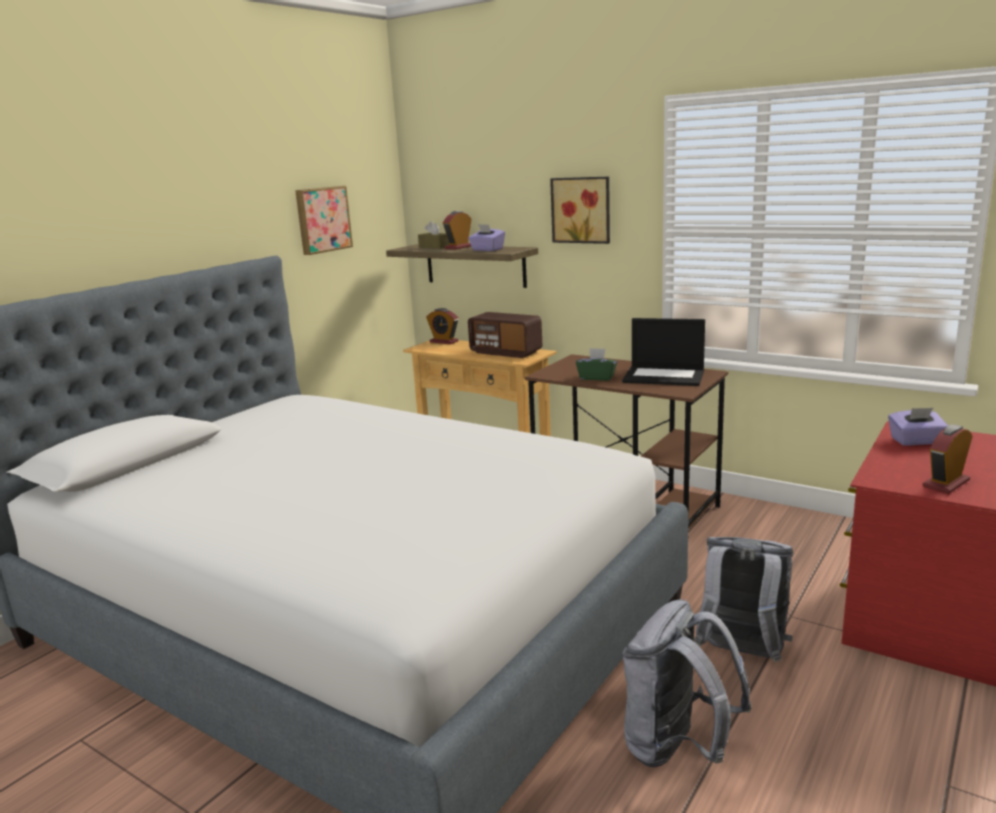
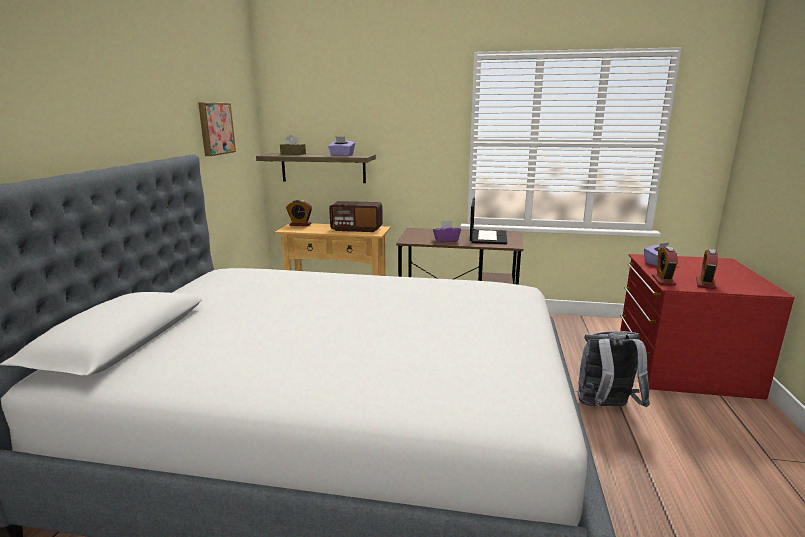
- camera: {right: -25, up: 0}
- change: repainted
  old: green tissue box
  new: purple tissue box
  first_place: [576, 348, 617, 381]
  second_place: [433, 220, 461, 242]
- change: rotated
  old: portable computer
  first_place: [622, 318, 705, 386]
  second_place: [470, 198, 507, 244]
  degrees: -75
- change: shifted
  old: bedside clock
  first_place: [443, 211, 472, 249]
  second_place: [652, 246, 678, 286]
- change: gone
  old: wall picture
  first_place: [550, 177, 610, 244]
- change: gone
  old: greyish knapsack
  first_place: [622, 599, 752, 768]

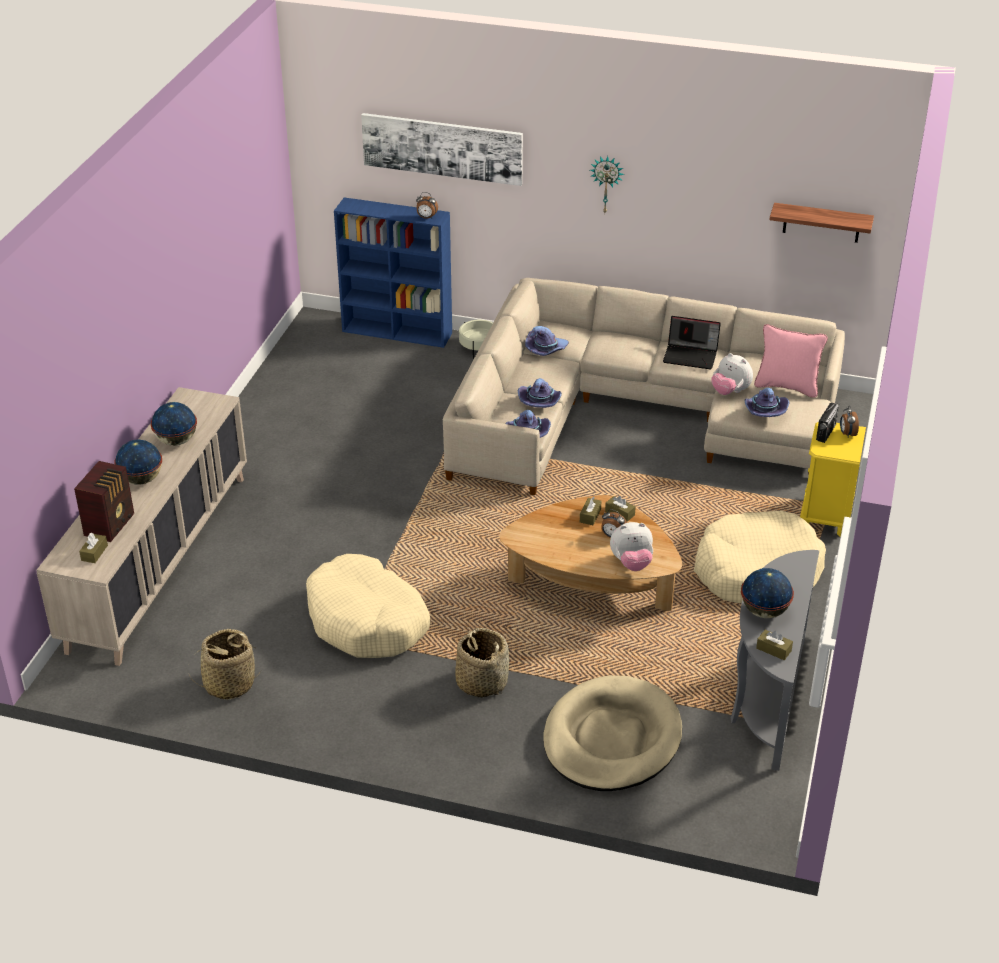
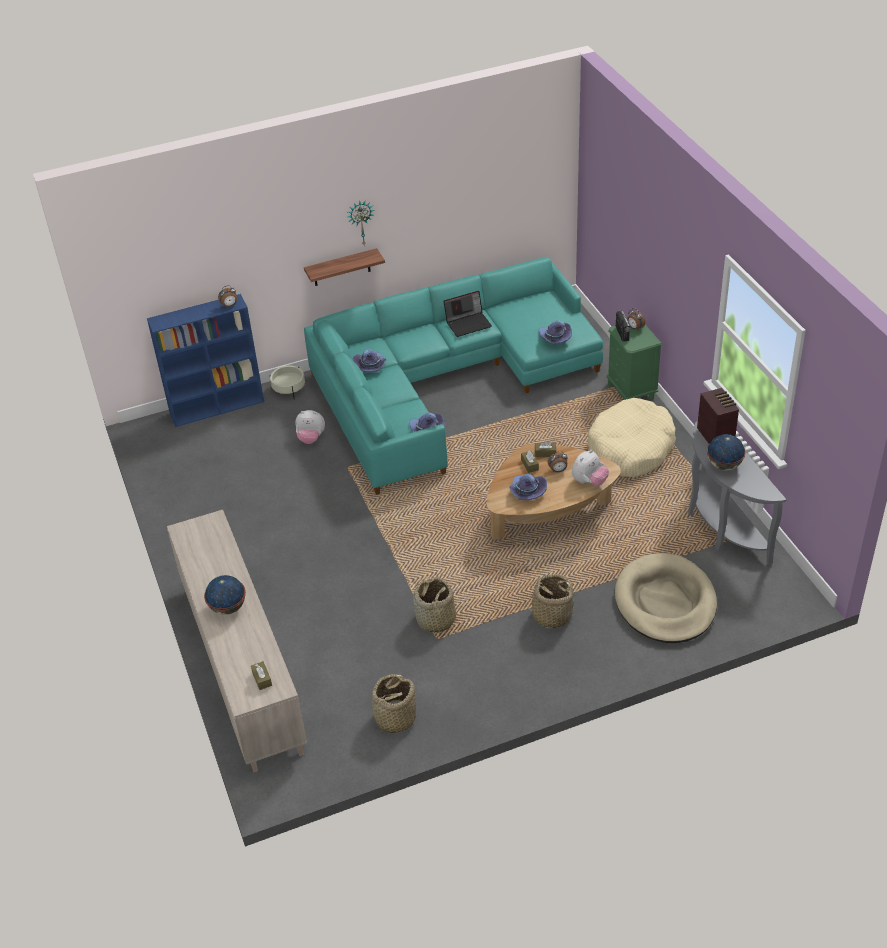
- camera: {right: -35, up: 5}
- change: shifted
  old: plush toy
  first_place: [712, 353, 753, 395]
  second_place: [295, 410, 325, 444]
- change: shifted
  old: bracket shelf
  first_place: [769, 203, 874, 243]
  second_place: [304, 248, 385, 286]
- change: repainted
  old: beige-coloured couch
  new: blue-green couch
  first_place: [443, 278, 845, 495]
  second_place: [304, 257, 603, 495]
- change: swapped
  old: beige-coloured dog cushion
  new: household basket
  first_place: [306, 554, 430, 658]
  second_place: [413, 577, 456, 634]
- change: shifted
  old: purple wearable hat
  first_place: [518, 378, 562, 408]
  second_place: [509, 474, 547, 500]
- change: repainted
  old: yellow-coloured bedside table
  new: green bedside table
  first_place: [800, 422, 866, 537]
  second_place: [606, 325, 662, 400]
- change: shifted
  old: radio
  first_place: [74, 461, 134, 542]
  second_place: [697, 388, 739, 444]
- change: gone
  old: world globe
  first_place: [151, 402, 197, 446]
- change: gone
  old: wall picture
  first_place: [361, 113, 523, 186]
- change: gone
  old: pink-coloured cushion
  first_place: [754, 324, 828, 398]
- change: gone
  old: brownish tissue box
  first_place: [756, 630, 793, 660]

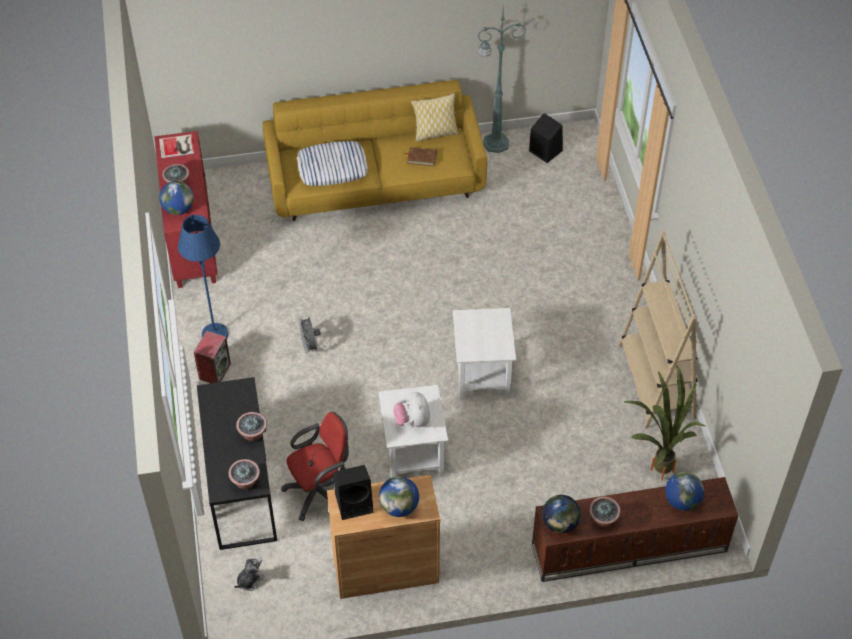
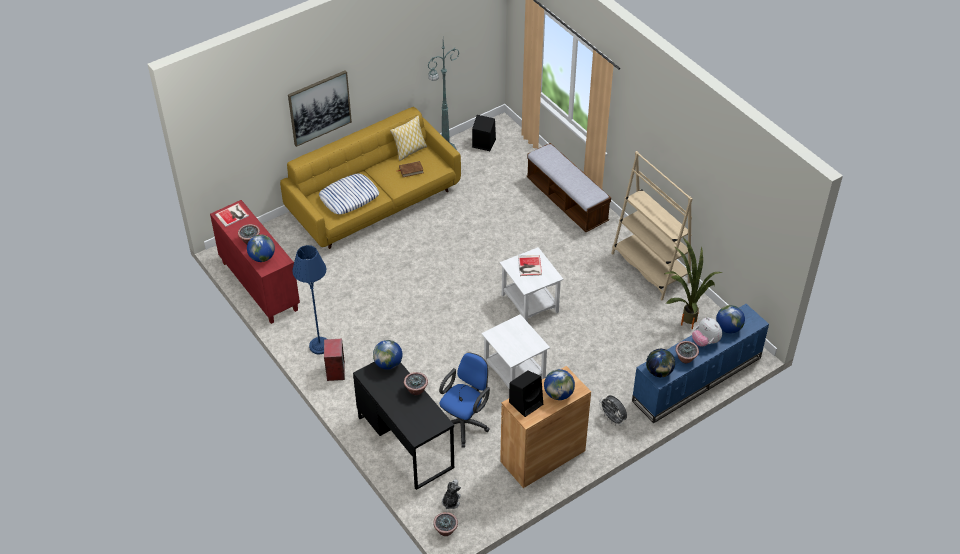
- camera: {right: -25, up: -5}
- change: new
  new: wall picture
  second_place: [288, 70, 352, 147]
- change: new
  new: world globe
  second_place: [373, 340, 402, 370]
- change: shifted
  old: plant in a pot
  first_place: [228, 459, 260, 489]
  second_place: [433, 512, 458, 536]
- change: repainted
  old: reddish desk chair
  new: bluish desk chair
  first_place: [281, 412, 349, 521]
  second_place: [439, 352, 490, 448]
- change: new
  new: bound book
  second_place: [518, 255, 542, 276]
- change: new
  new: bench
  second_place: [527, 143, 611, 232]
- change: shifted
  old: greyish cooling fan
  first_place: [298, 316, 321, 355]
  second_place: [599, 395, 627, 426]
- change: repainted
  old: brownish tv unit
  new: bluish tv unit
  first_place: [532, 477, 739, 582]
  second_place: [632, 304, 769, 423]
- change: shifted
  old: plush toy
  first_place: [394, 392, 430, 427]
  second_place: [692, 317, 722, 346]

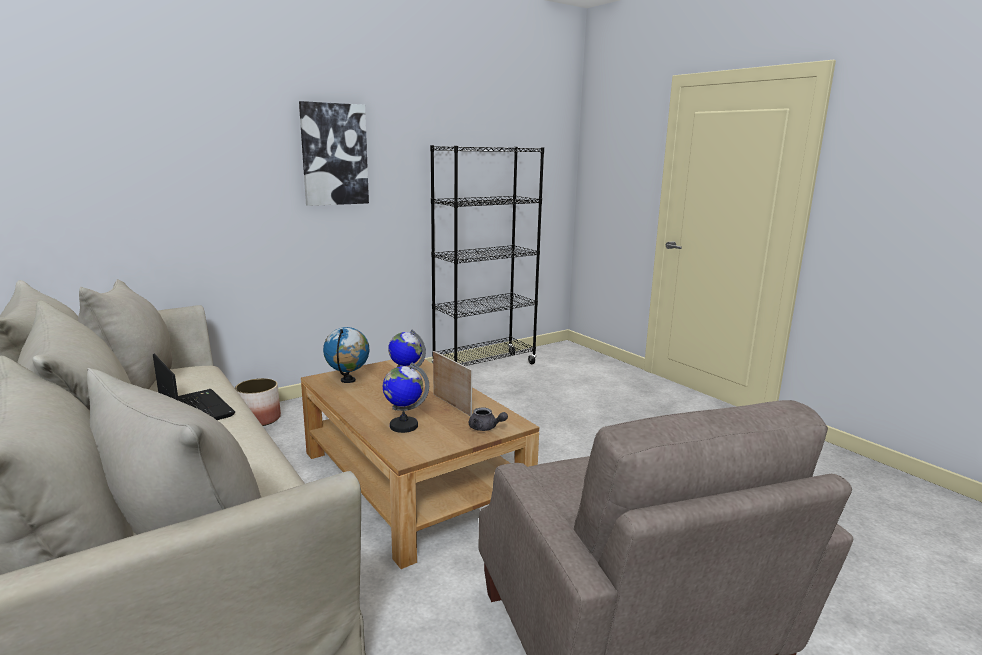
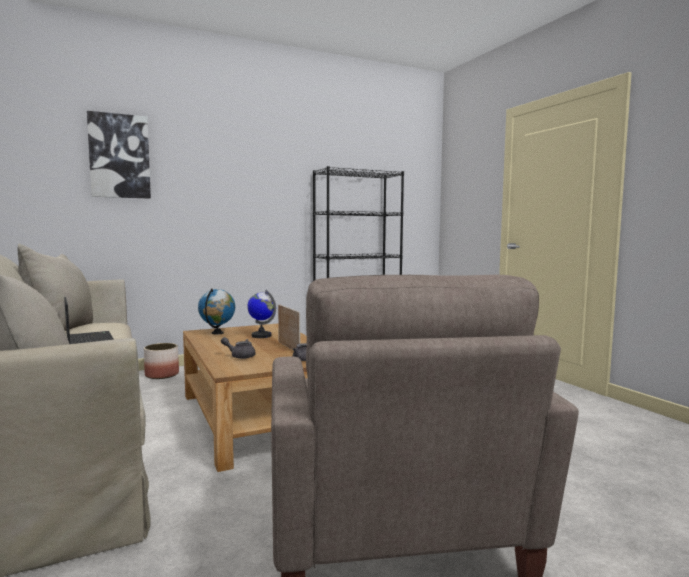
- camera: {right: 10, up: -10}
- change: shifted
  old: wall picture
  first_place: [299, 101, 369, 206]
  second_place: [87, 111, 151, 199]
- change: swapped
  old: world globe
  new: greyish tea pot
  first_place: [383, 363, 429, 433]
  second_place: [221, 337, 256, 359]

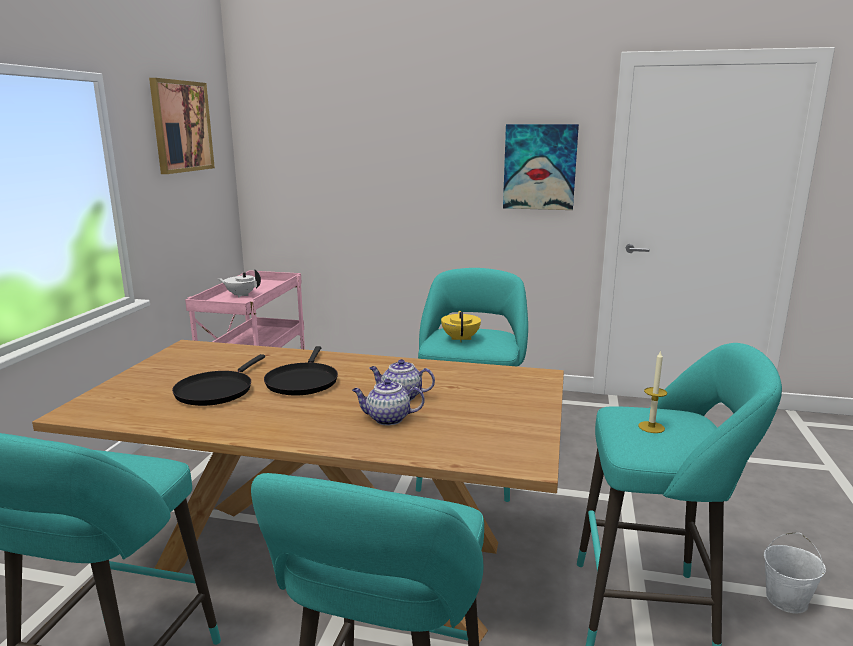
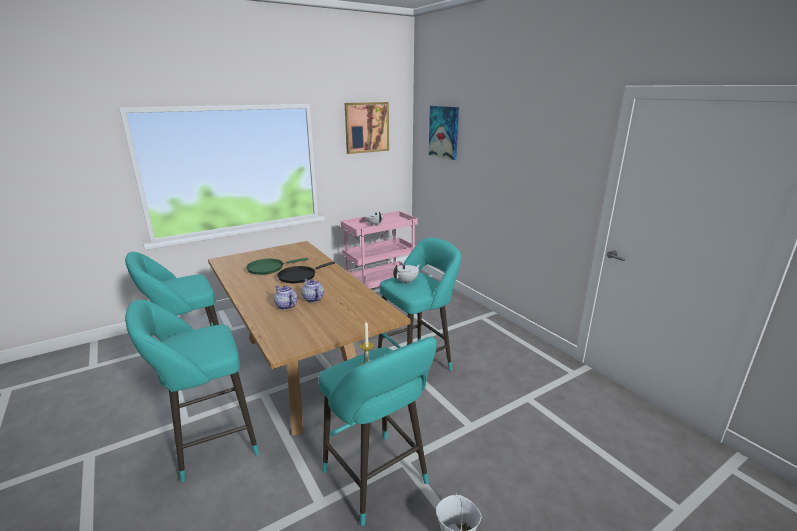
- camera: {right: 45, up: 5}
- change: repainted
  old: black-coloured skillet
  new: green skillet
  first_place: [172, 354, 265, 406]
  second_place: [246, 258, 308, 275]
- change: repainted
  old: yellow-coloured tea pot
  new: white tea pot
  first_place: [441, 311, 481, 342]
  second_place: [393, 264, 420, 284]
- change: shifted
  old: wall picture
  first_place: [503, 124, 579, 210]
  second_place: [429, 106, 459, 160]

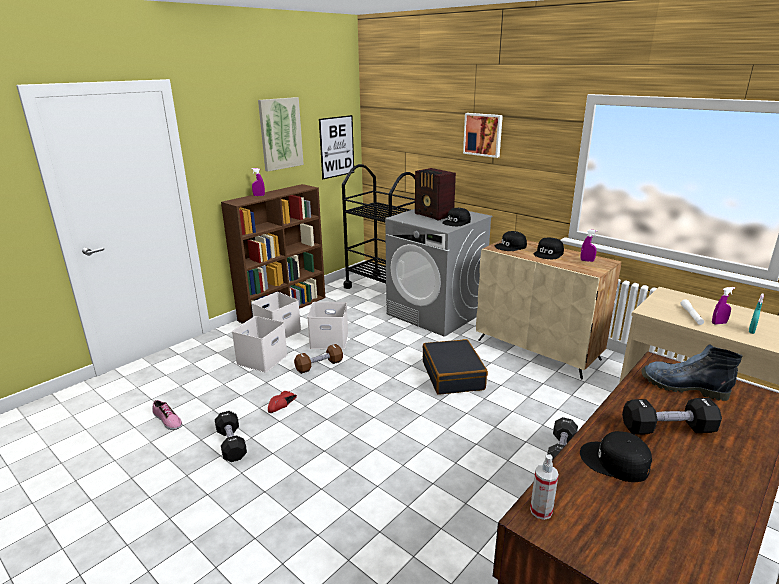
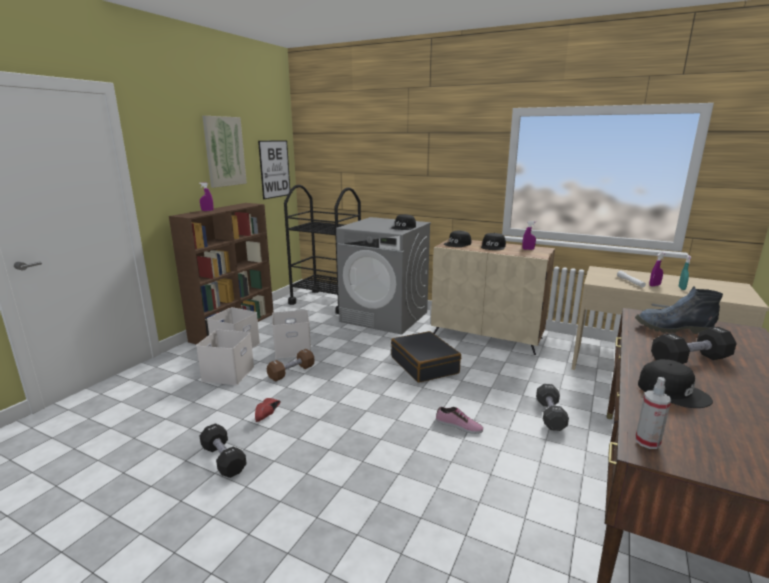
- camera: {right: -15, up: -5}
- change: shifted
  old: item of footwear
  first_place: [152, 400, 182, 430]
  second_place: [436, 407, 483, 434]
- change: rotated
  old: black-coloured peaked cap
  first_place: [580, 431, 652, 482]
  second_place: [638, 359, 713, 408]
  degrees: -150
- change: gone
  old: radio
  first_place: [415, 168, 456, 221]
- change: gone
  old: wall picture
  first_place: [463, 113, 503, 158]

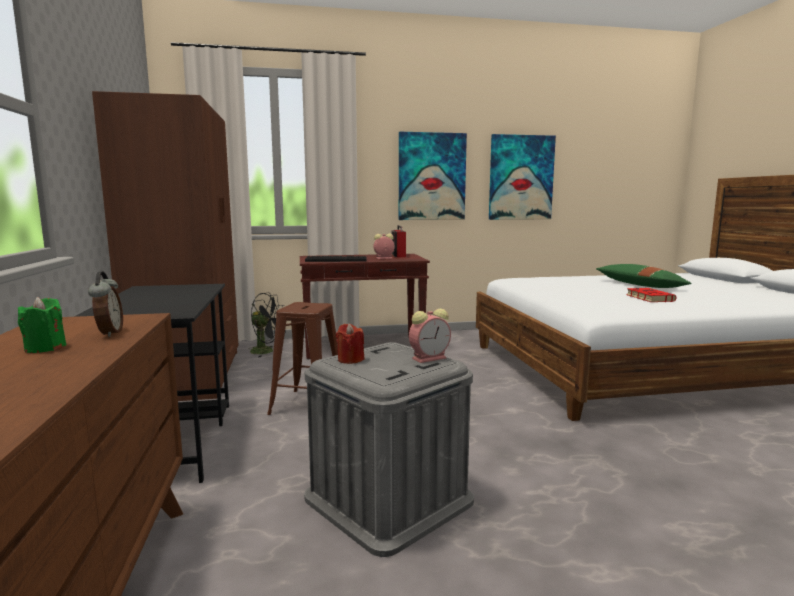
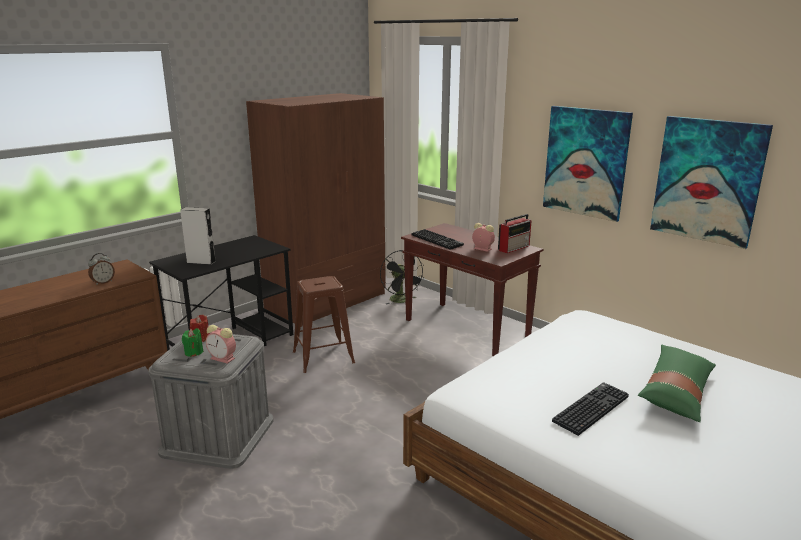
- camera: {right: 55, up: 10}
- change: new
  new: greyish loudspeaker
  second_place: [180, 207, 216, 265]
- change: shifted
  old: green wax light
  first_place: [18, 297, 66, 353]
  second_place: [182, 328, 204, 357]
- change: swapped
  old: reddish bound book
  new: PC keyboard
  first_place: [626, 288, 676, 302]
  second_place: [552, 382, 629, 436]

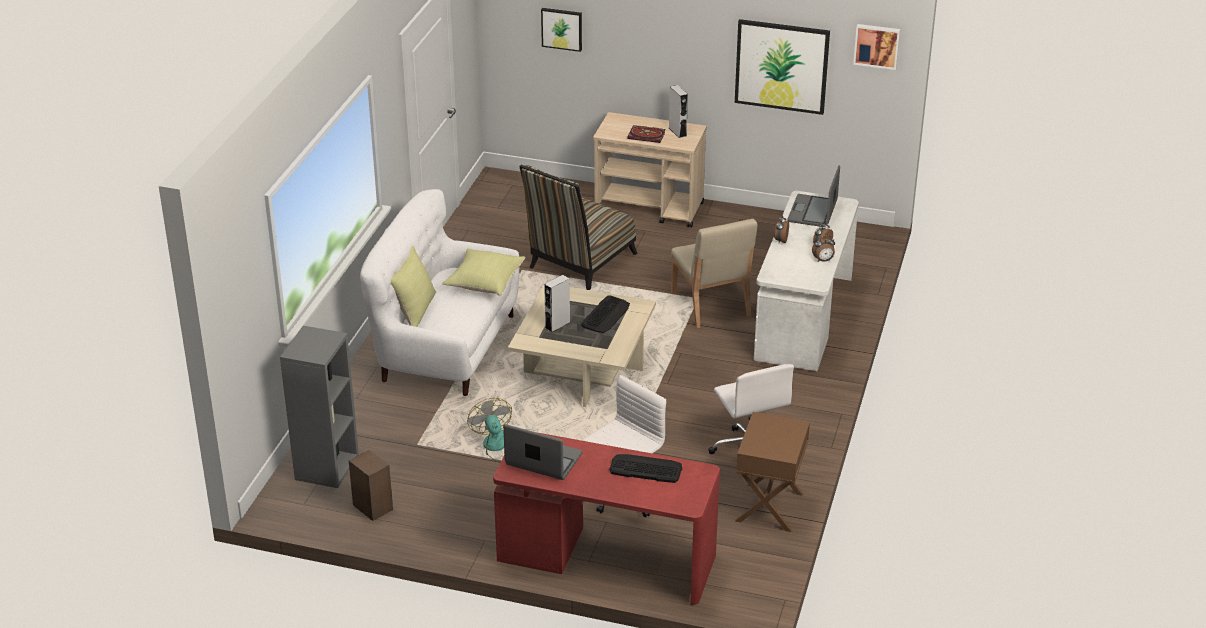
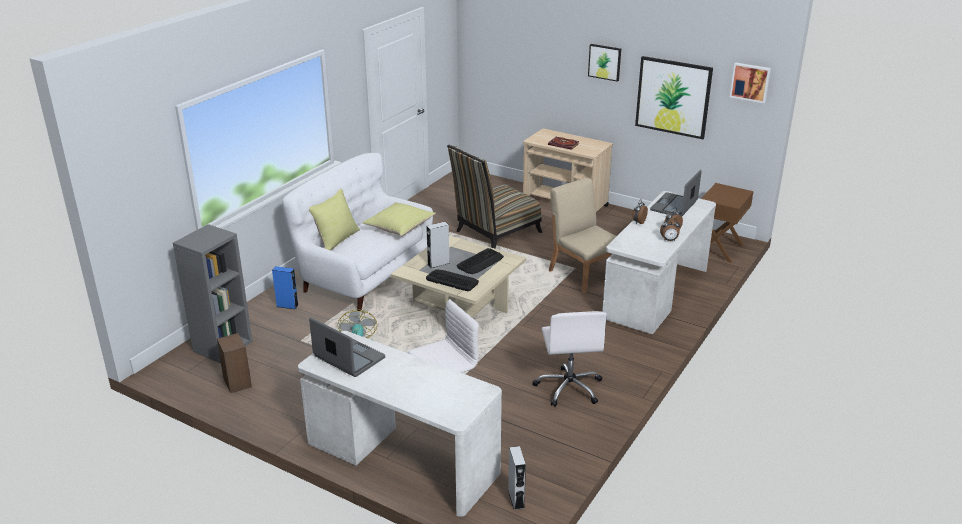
- camera: {right: 15, up: -5}
- change: new
  new: bluish loudspeaker
  second_place: [272, 266, 299, 310]
- change: repainted
  old: reddish desk unit
  new: white desk unit
  first_place: [493, 432, 720, 605]
  second_place: [298, 331, 502, 517]
- change: shifted
  old: PC keyboard
  first_place: [609, 454, 682, 483]
  second_place: [426, 269, 479, 291]
- change: shifted
  old: greyish loudspeaker
  first_place: [669, 85, 688, 138]
  second_place: [508, 446, 526, 510]
- change: rotated
  old: beige-coloured plain chair
  first_place: [671, 219, 757, 328]
  second_place: [548, 177, 617, 294]
  degrees: 150
- change: shifted
  old: wall picture
  first_place: [541, 8, 582, 52]
  second_place: [588, 44, 621, 82]
- change: shifted
  old: brownish bedside table
  first_place: [735, 412, 810, 532]
  second_place: [701, 183, 753, 263]

